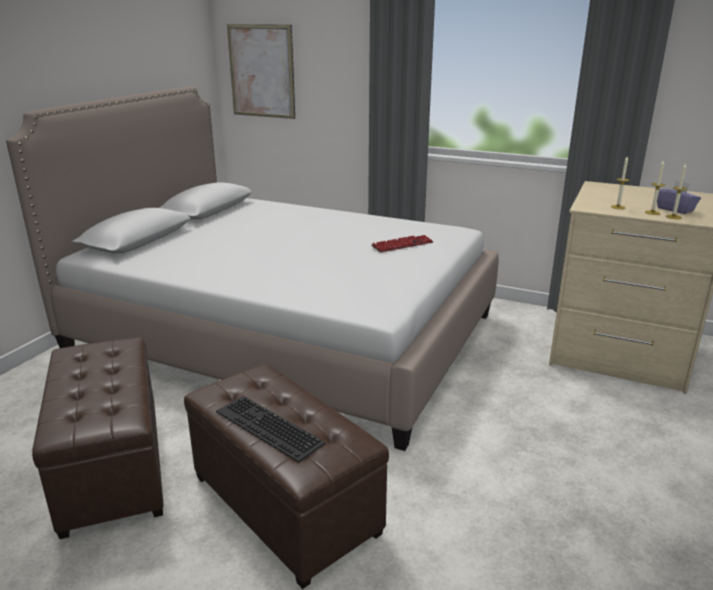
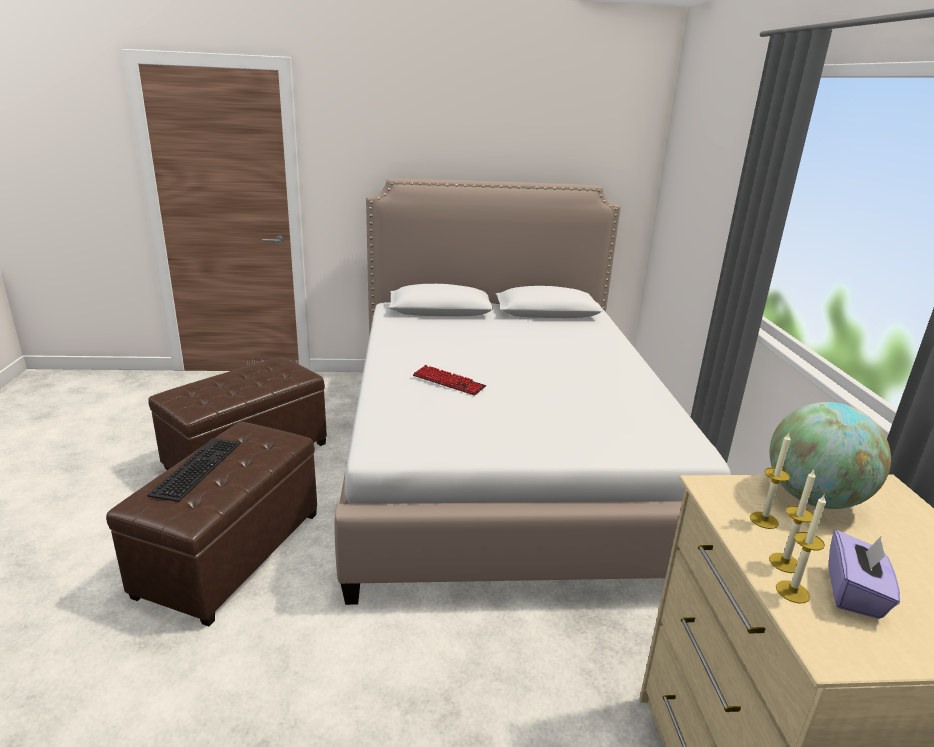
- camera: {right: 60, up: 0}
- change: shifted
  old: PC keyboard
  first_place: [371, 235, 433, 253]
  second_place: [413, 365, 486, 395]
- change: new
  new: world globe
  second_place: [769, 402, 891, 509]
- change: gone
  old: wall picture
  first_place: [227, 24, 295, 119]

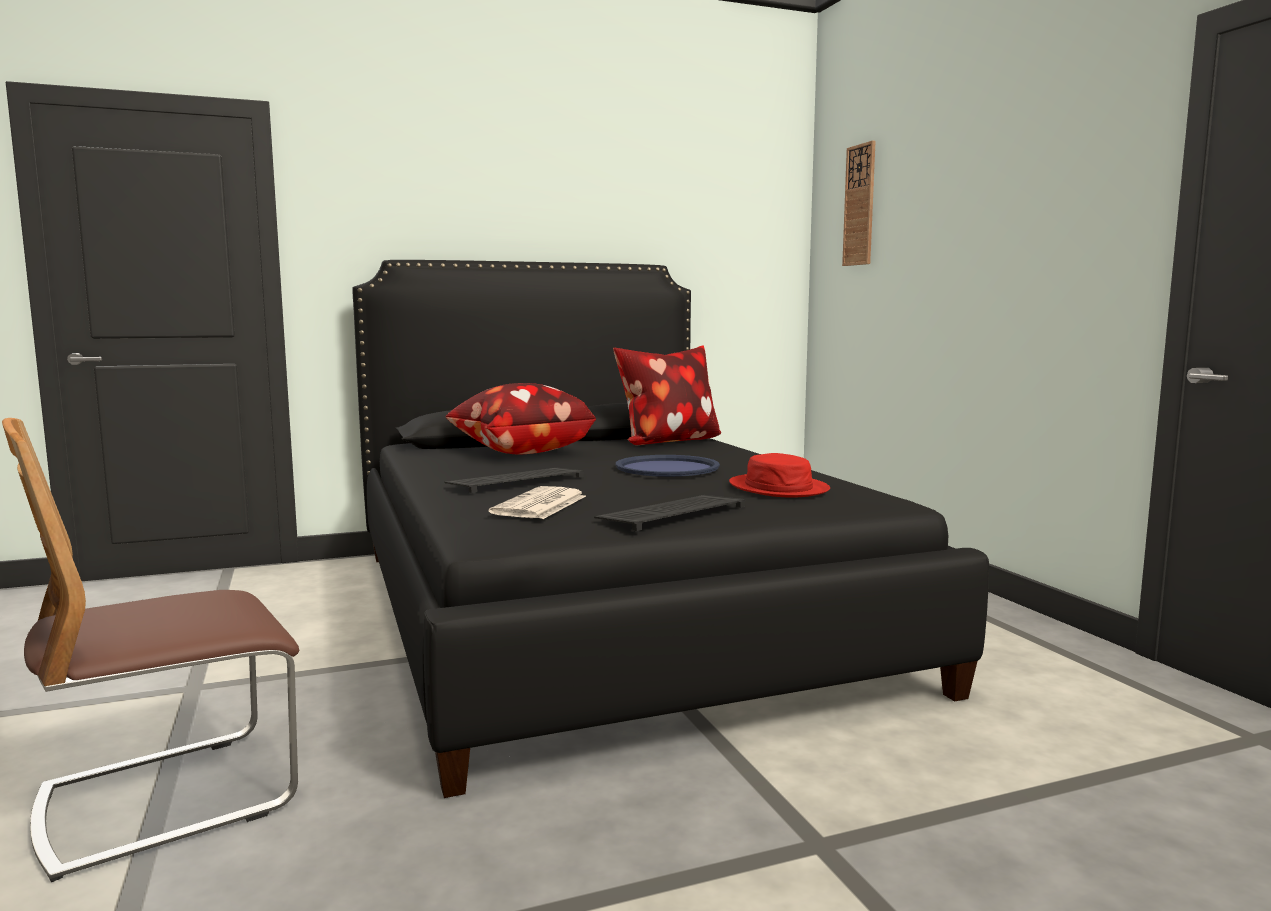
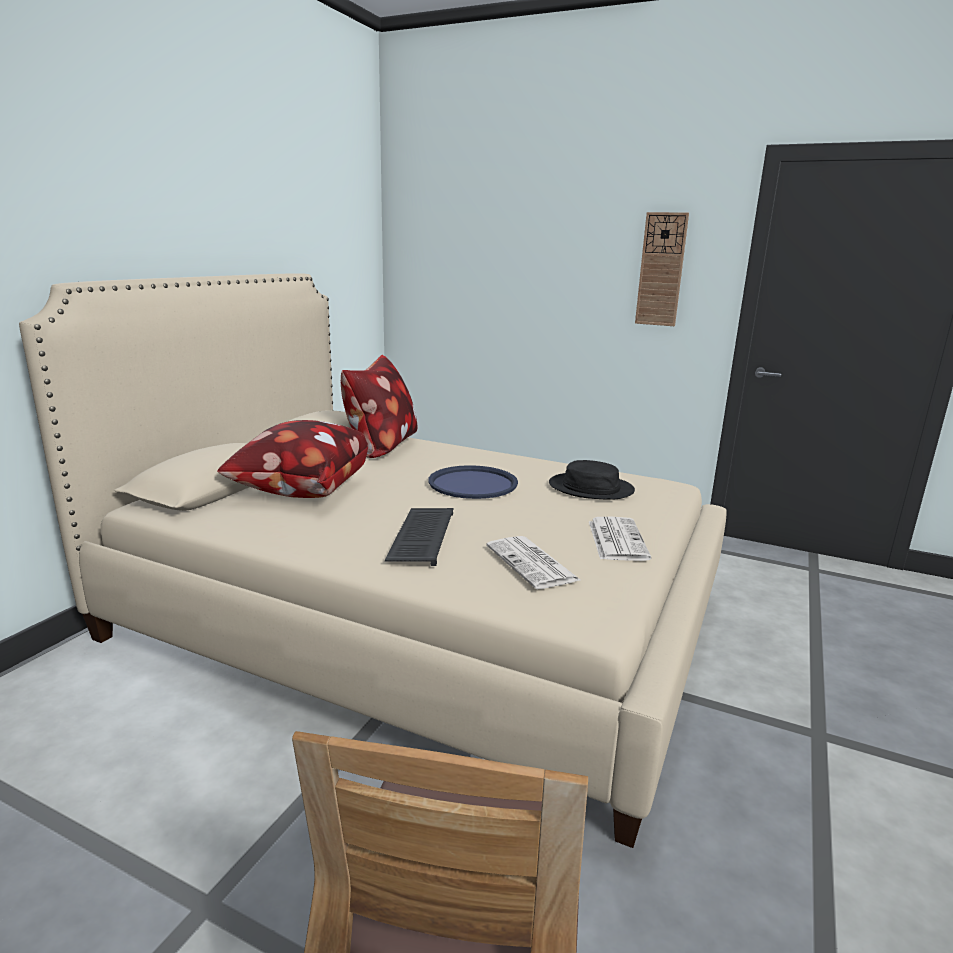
- camera: {right: -45, up: 10}
- change: repainted
  old: black-coloured bed
  new: beige-coloured bed
  first_place: [352, 260, 989, 798]
  second_place: [19, 273, 727, 848]
- change: repainted
  old: reddish wearable hat
  new: black-coloured wearable hat
  first_place: [729, 453, 830, 498]
  second_place: [549, 460, 635, 500]
- change: swapped
  old: PC keyboard
  new: printed paper
  first_place: [594, 495, 745, 531]
  second_place: [589, 517, 651, 561]
- change: shifted
  old: hanging clock
  first_place: [842, 140, 876, 266]
  second_place: [635, 212, 689, 326]

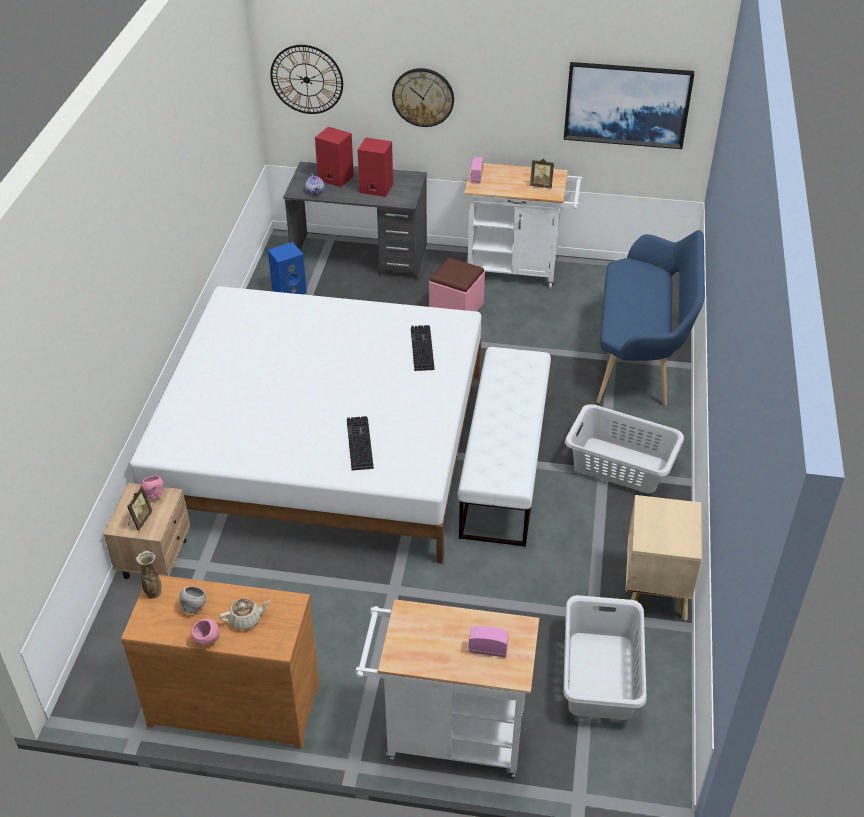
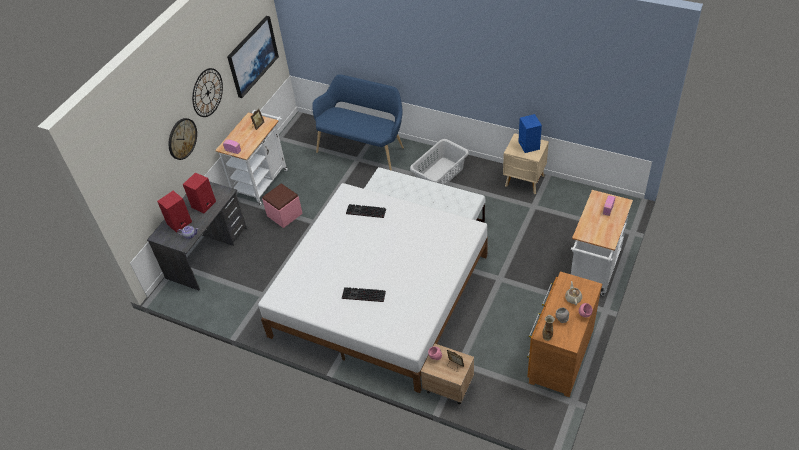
- camera: {right: -70, up: 5}
- change: shifted
  old: hanging clock
  first_place: [270, 45, 343, 114]
  second_place: [192, 68, 223, 117]
- change: shifted
  old: PC keyboard
  first_place: [347, 416, 374, 471]
  second_place: [342, 287, 386, 302]
- change: shifted
  old: bluish loudspeaker
  first_place: [268, 242, 307, 295]
  second_place: [518, 114, 542, 153]
- change: gone
  old: greyish laundry basket
  first_place: [563, 595, 646, 720]

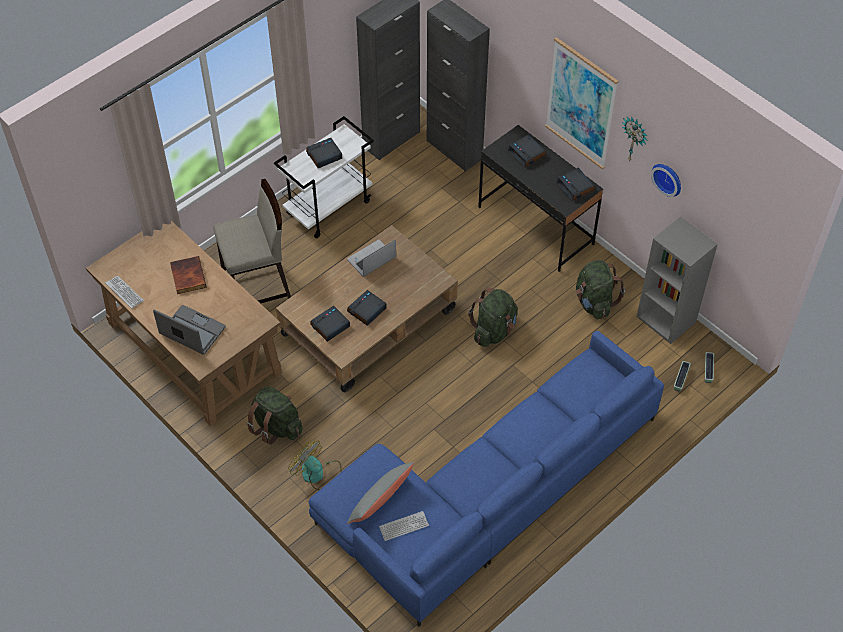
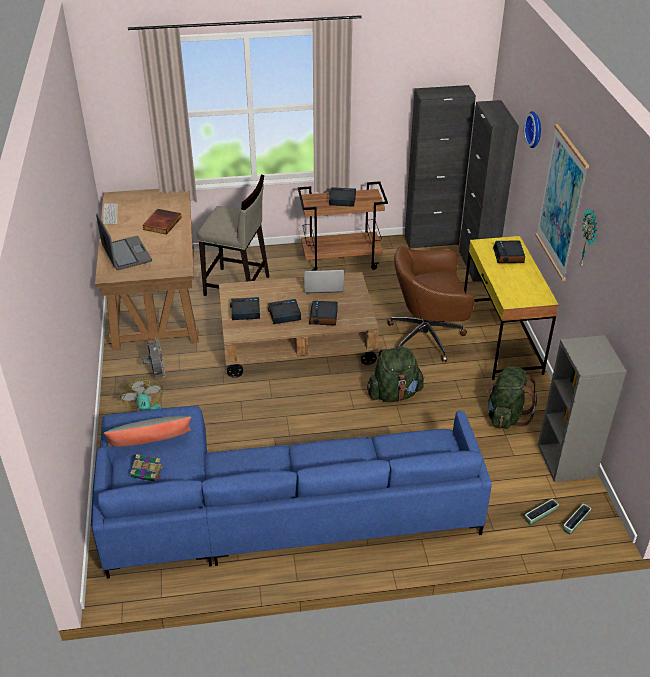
- camera: {right: 35, up: -15}
- change: swapped
  old: PC keyboard
  new: bound book
  first_place: [379, 511, 429, 541]
  second_place: [131, 454, 163, 481]
- change: swapped
  old: green knapsack
  new: greyish cooling fan
  first_place: [247, 386, 303, 445]
  second_place: [142, 339, 166, 378]
- change: repainted
  old: white cart
  new: brownish cart
  first_place: [274, 116, 374, 238]
  second_place: [298, 181, 388, 271]
- change: shifted
  old: bedside clock
  first_place: [556, 168, 595, 201]
  second_place: [309, 301, 338, 325]
- change: new
  new: brownish desk chair
  second_place: [387, 246, 475, 362]
- change: repainted
  old: black-coloured desk unit
  new: yellow-coloured desk unit
  first_place: [478, 125, 603, 272]
  second_place: [464, 236, 559, 380]
- change: shifted
  old: hanging clock
  first_place: [651, 164, 681, 197]
  second_place: [524, 111, 541, 148]

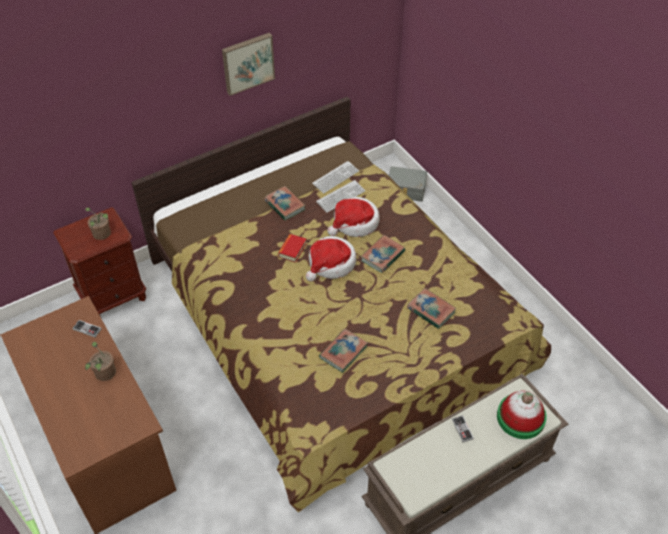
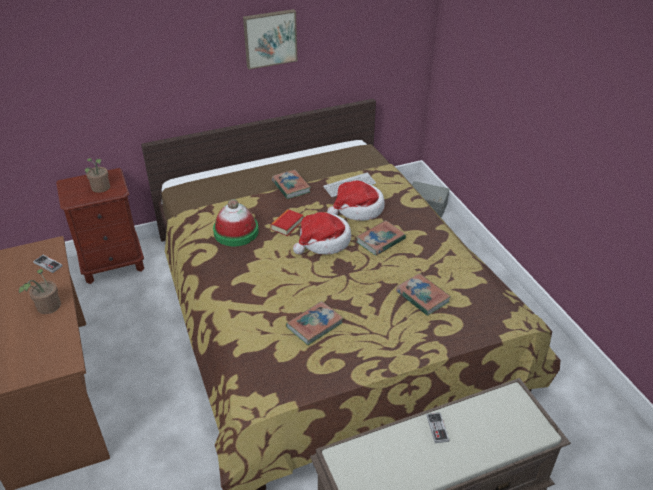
- camera: {right: 10, up: -10}
- change: shifted
  old: wearable hat
  first_place: [497, 391, 547, 439]
  second_place: [213, 199, 259, 246]
- change: gone
  old: PC keyboard
  first_place: [312, 161, 359, 194]

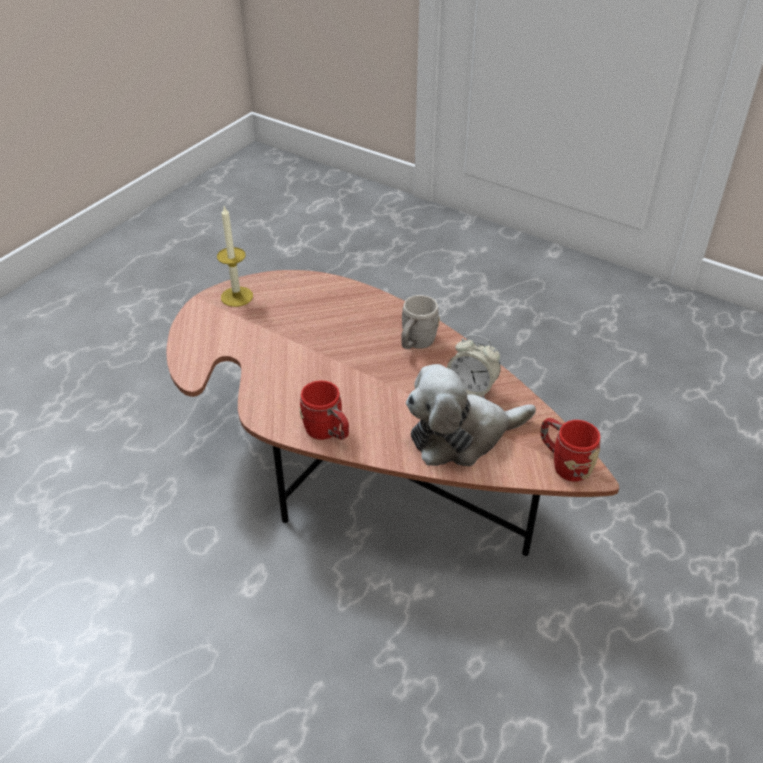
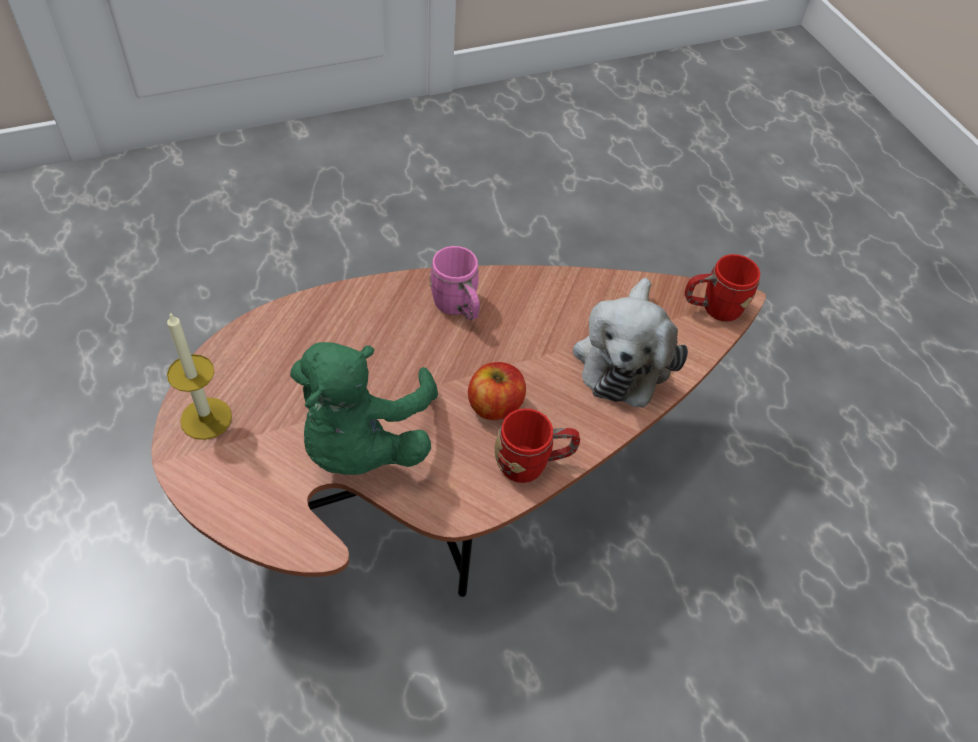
- camera: {right: -60, up: 10}
- change: new
  new: green plush toy
  second_place: [290, 342, 438, 475]
- change: repainted
  old: greyish tea mug
  new: pink-coloured tea mug
  first_place: [401, 295, 440, 349]
  second_place: [429, 246, 480, 320]
- change: new
  new: apple fruit
  second_place: [468, 362, 526, 420]
- change: gone
  old: bedside clock
  first_place: [447, 335, 501, 399]

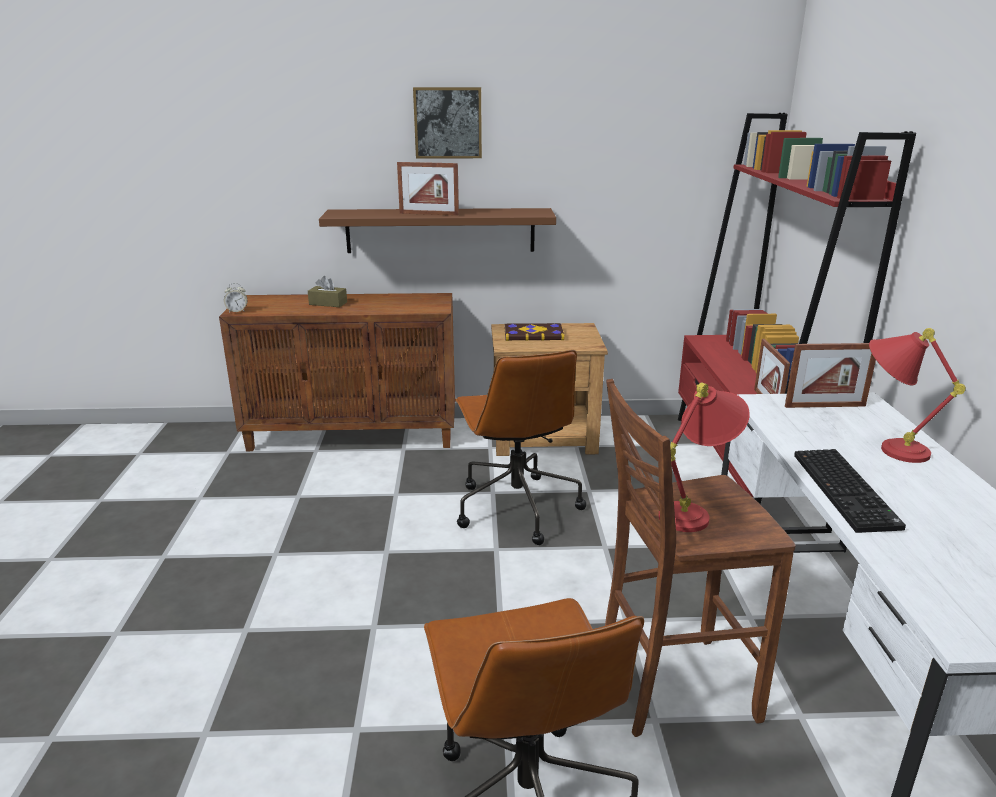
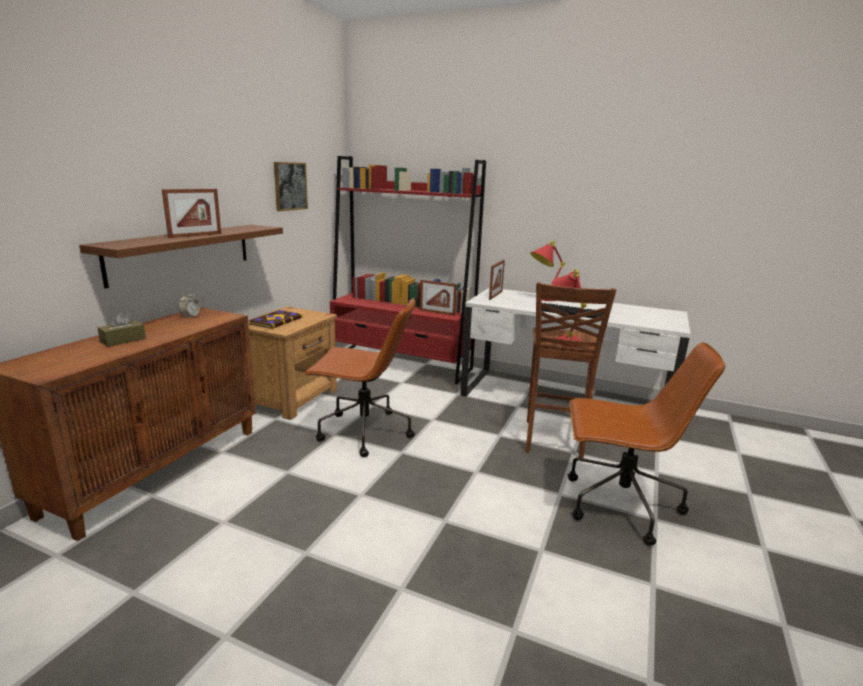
- camera: {right: -65, up: -5}
- change: shifted
  old: bedside clock
  first_place: [224, 283, 247, 313]
  second_place: [179, 292, 200, 318]
- change: shifted
  old: wall picture
  first_place: [413, 87, 482, 159]
  second_place: [274, 162, 308, 211]

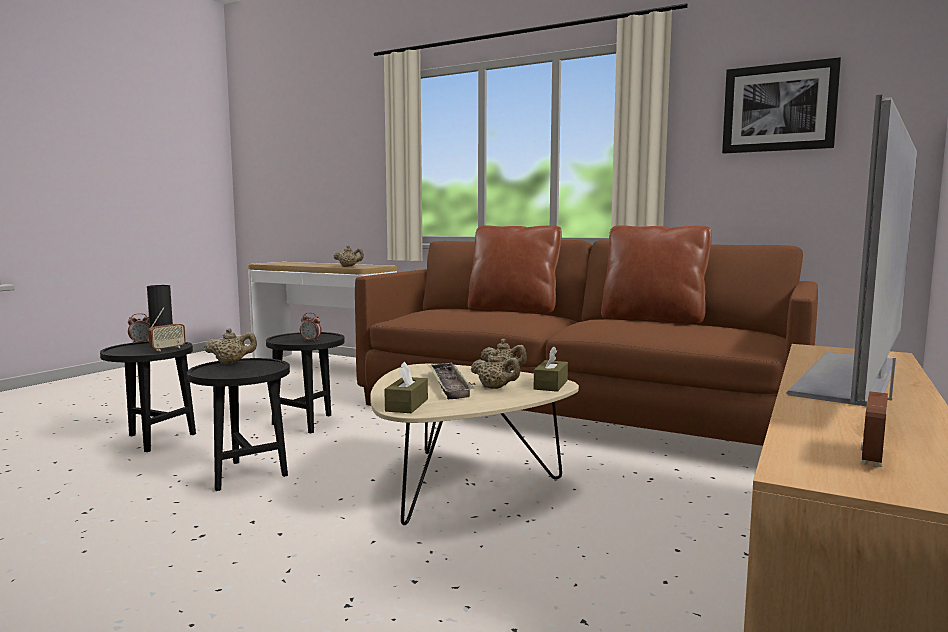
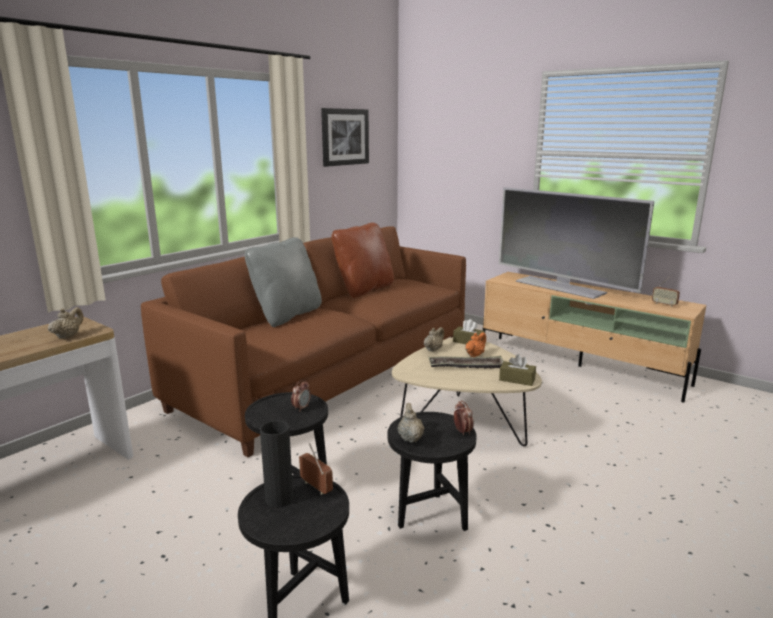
- camera: {right: -80, up: 10}
- change: repainted
  old: brownish cushion
  new: greyish cushion
  first_place: [468, 225, 562, 314]
  second_place: [245, 237, 322, 327]
- change: shifted
  old: bedside clock
  first_place: [128, 313, 150, 344]
  second_place: [454, 401, 474, 435]
- change: repainted
  old: beige-coloured tea pot
  new: orange tea pot
  first_place: [471, 350, 520, 389]
  second_place: [465, 332, 486, 357]

